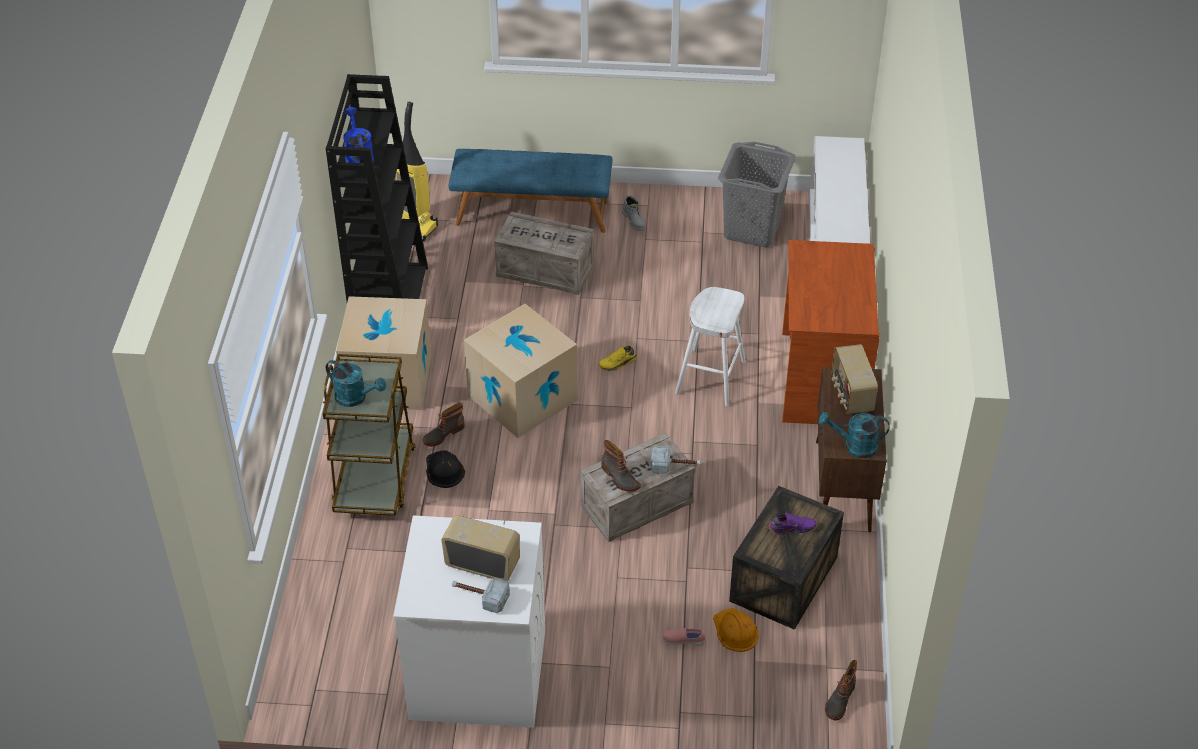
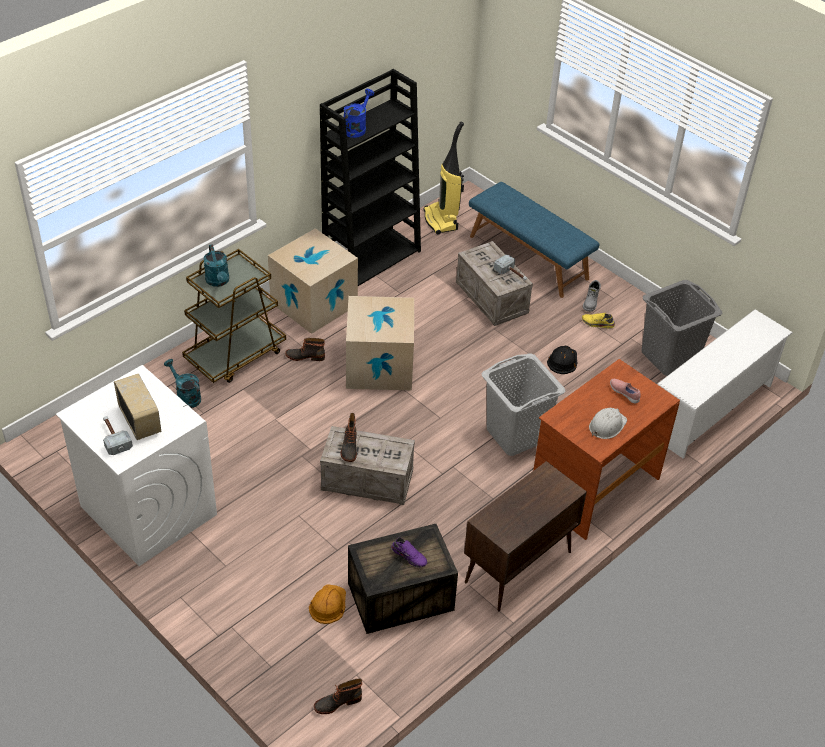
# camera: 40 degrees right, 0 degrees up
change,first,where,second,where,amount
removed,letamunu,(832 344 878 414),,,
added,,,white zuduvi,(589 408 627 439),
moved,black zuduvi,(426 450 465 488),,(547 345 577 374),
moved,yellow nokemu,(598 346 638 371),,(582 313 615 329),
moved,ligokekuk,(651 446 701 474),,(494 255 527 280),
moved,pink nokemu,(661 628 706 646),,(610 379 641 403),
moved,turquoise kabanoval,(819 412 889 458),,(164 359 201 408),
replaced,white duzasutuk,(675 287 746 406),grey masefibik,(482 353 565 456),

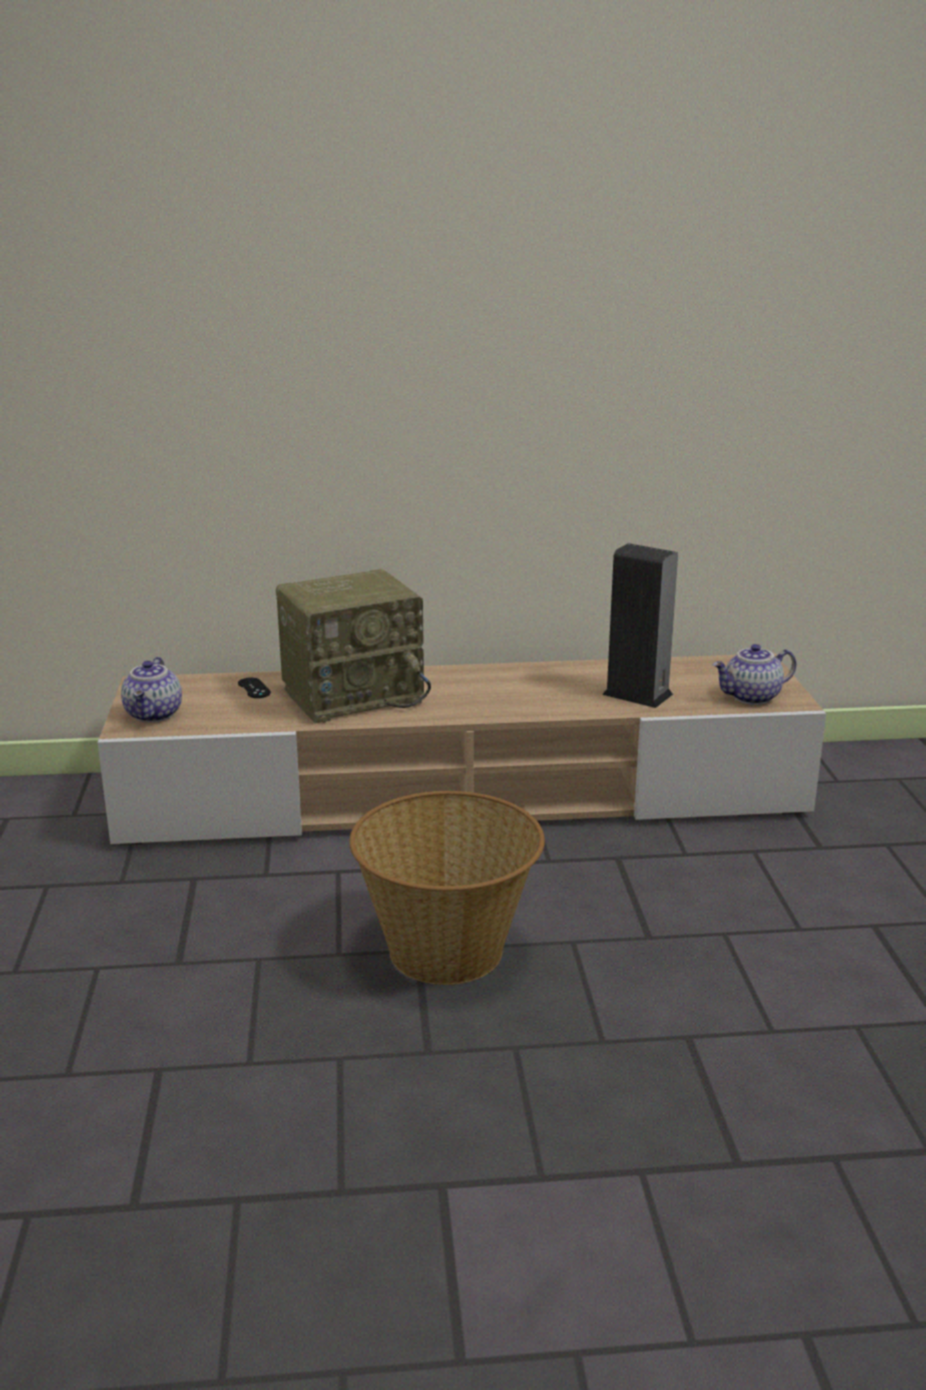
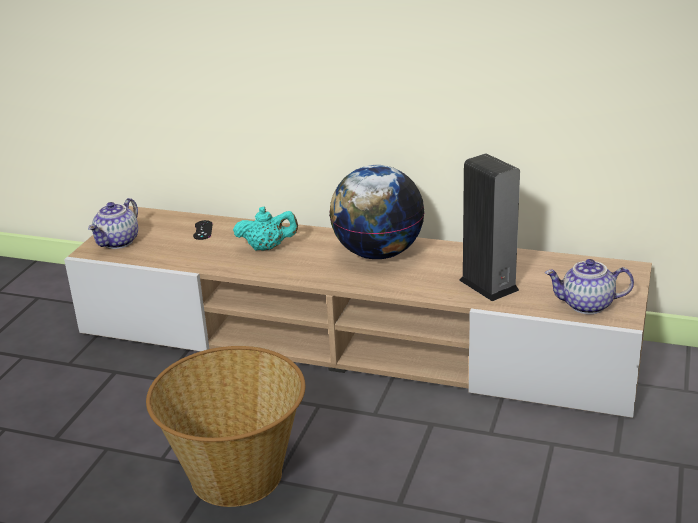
# camera: 25 degrees right, 5 degrees up
change,first,where,second,where,amount
added,,,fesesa,(329 165 424 259),
replaced,letamunu,(276 569 431 724),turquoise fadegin,(233 207 298 251),

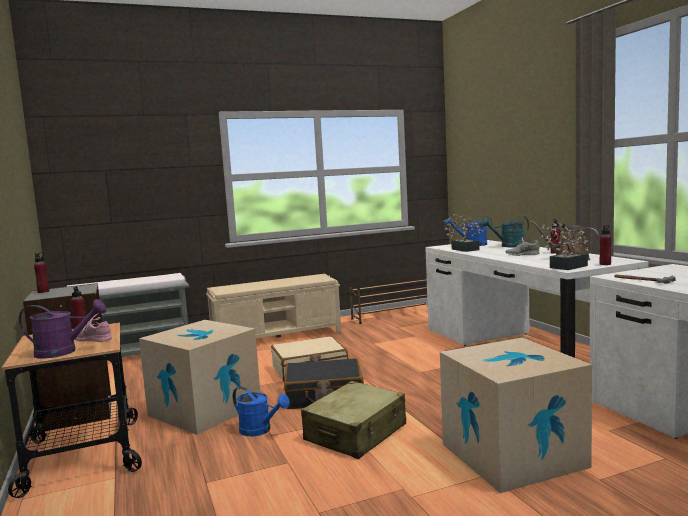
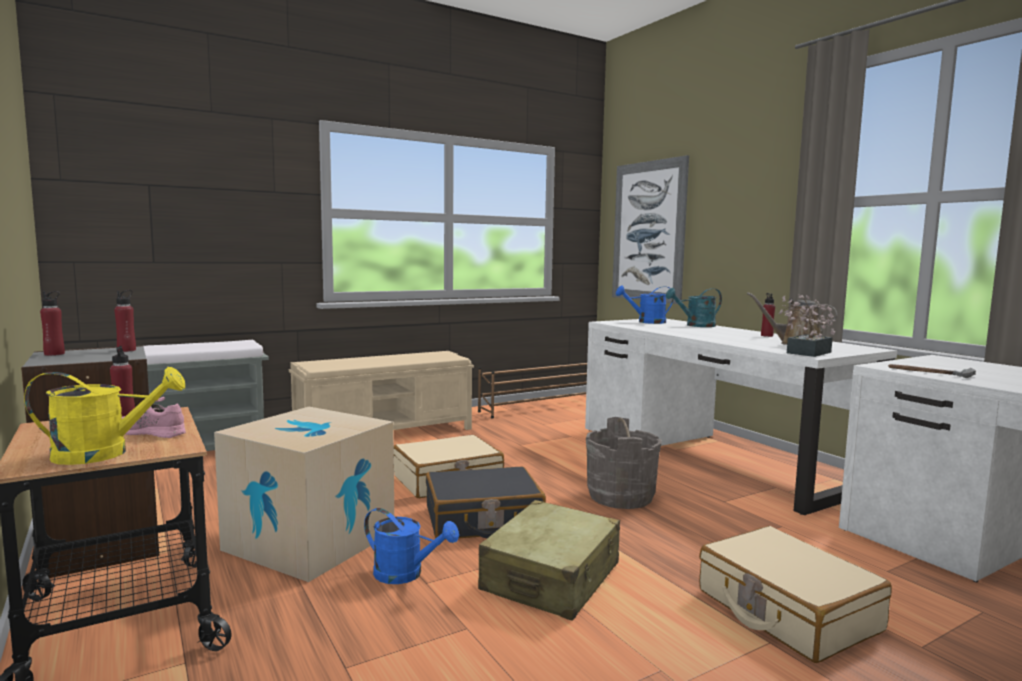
# camera: 10 degrees left, 0 degrees up
change,first,where,second,where,amount
removed,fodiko,(443 214 484 252),,,
removed,grey nokemu,(505 238 540 256),,,
added,,,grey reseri,(586 417 662 509),
added,,,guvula,(612 155 689 304),
moved,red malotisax,(599 225 611 265),,(114 290 136 352),
replaced,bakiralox,(440 338 592 493),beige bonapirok,(699 526 892 663),
recoloured,purple kabanoval,(18 299 106 359),yellow kabanoval,(24 367 185 465),

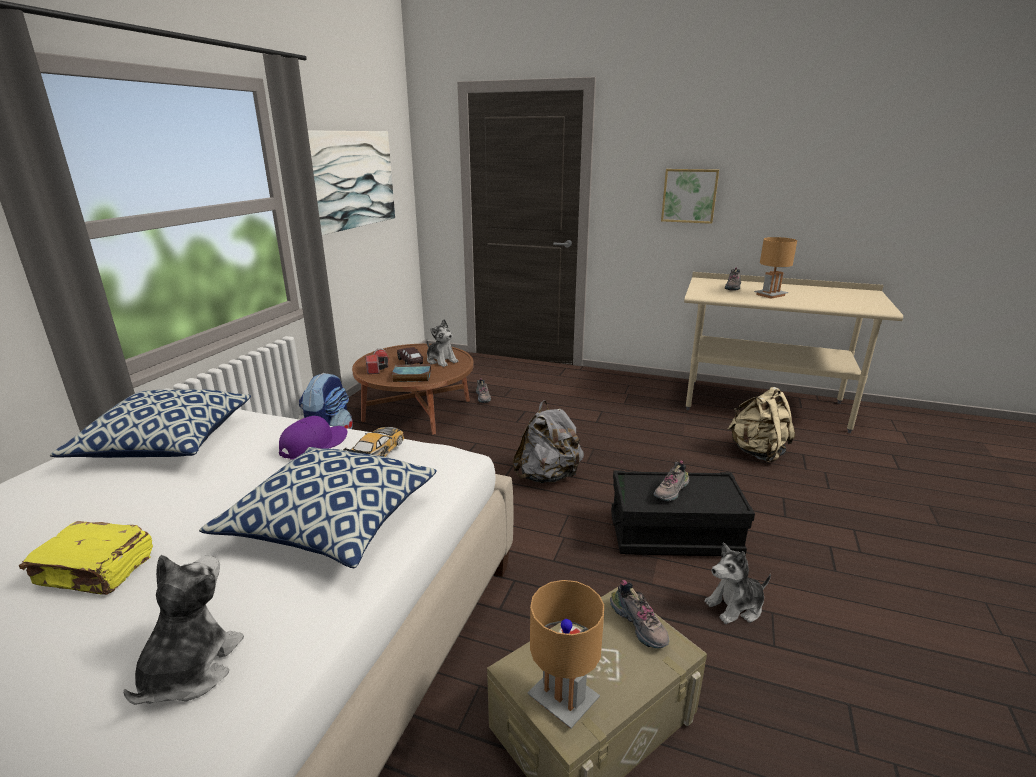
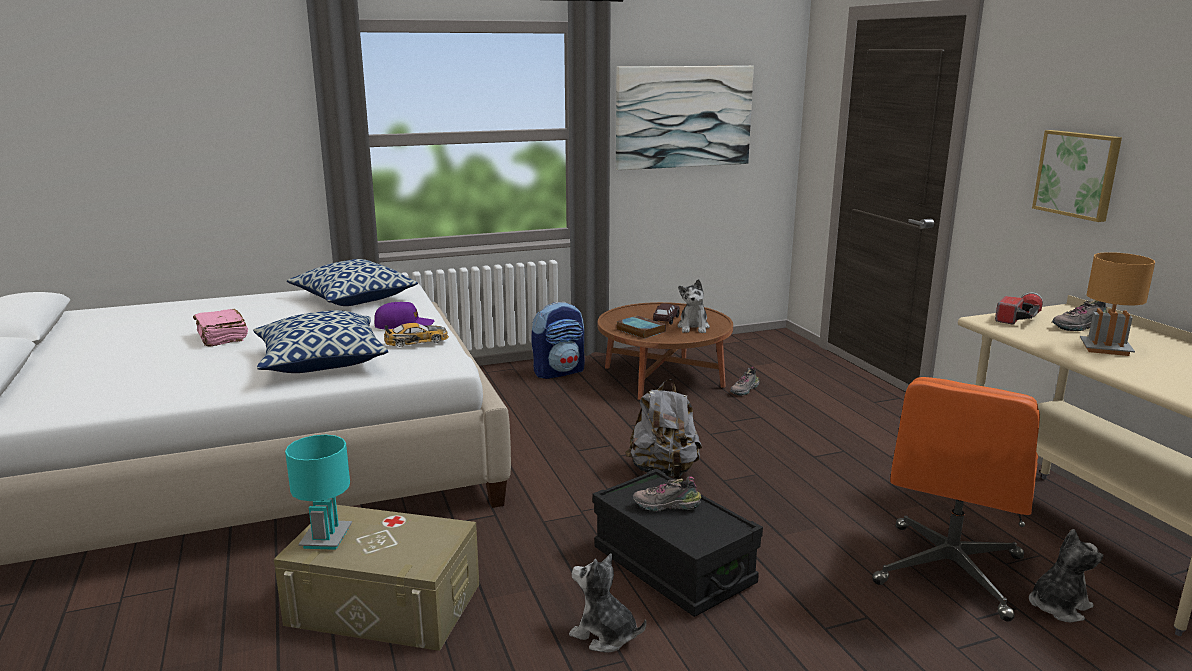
# camera: 50 degrees right, 5 degrees down
change,first,where,second,where,amount
removed,nokemu,(610 580 669 648),,,
moved,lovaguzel,(123 555 244 705),,(1029 529 1103 622),
moved,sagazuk,(365 348 389 374),,(995 292 1043 325),
replaced,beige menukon,(728 387 795 463),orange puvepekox,(872 377 1040 622),
recoloured,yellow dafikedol,(19 521 153 595),pink dafikedol,(193 309 248 346),
recoloured,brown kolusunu,(527 580 604 728),turquoise kolusunu,(285 435 352 550),

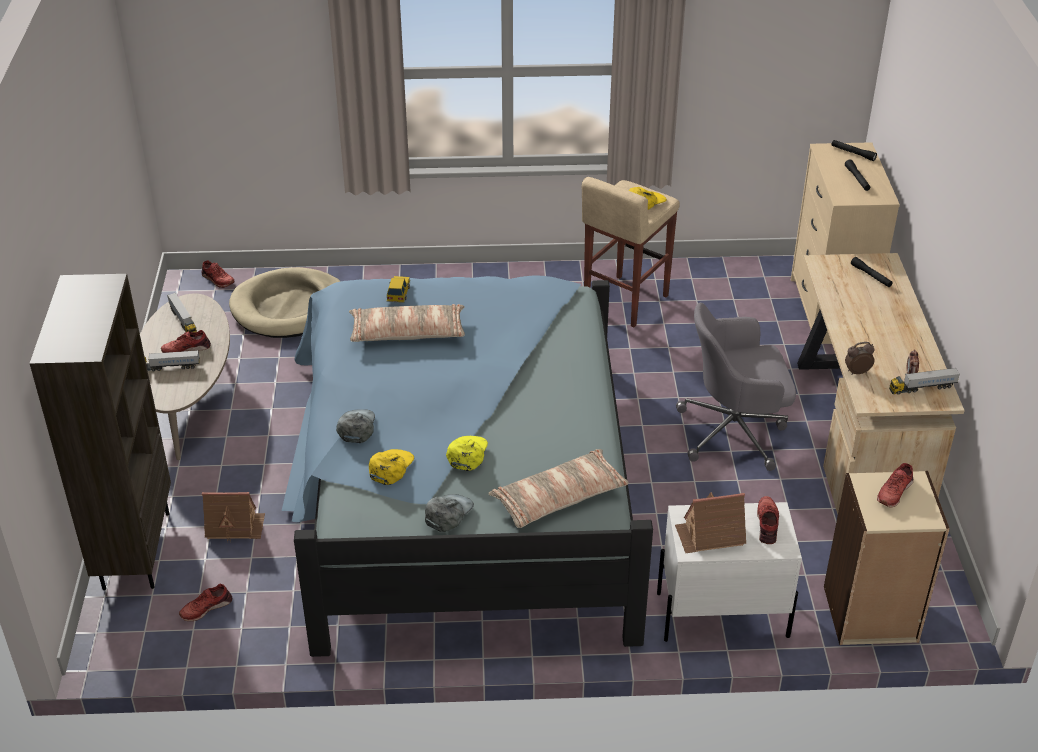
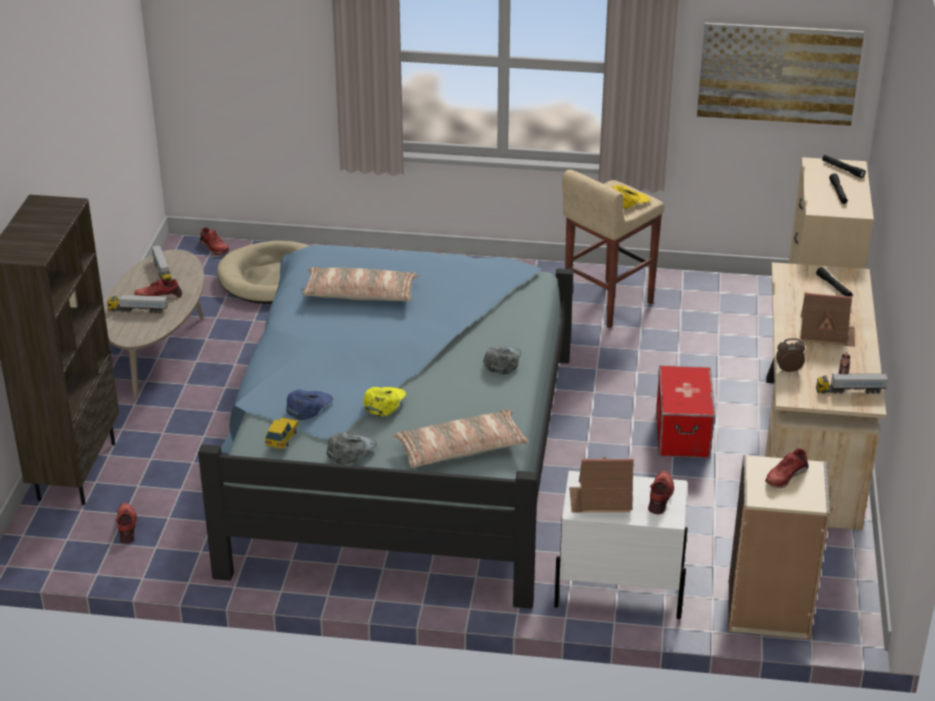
# camera: 10 degrees right, 5 degrees down
change,first,where,second,where,amount
added,,,guvula,(697 22 864 126),
moved,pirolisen,(202 492 265 542),,(800 292 855 347),
moved,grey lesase,(336 409 375 443),,(483 347 521 374),
moved,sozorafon,(387 276 410 303),,(265 418 299 449),
replaced,grey puvepekox,(676 303 796 471),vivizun,(656 365 715 458),
recoloured,yellow lesase,(369 449 414 485),blue lesase,(286 390 333 420),
turned,red nokemu,(179 584 232 621),,(116 503 137 543),105 degrees clockwise

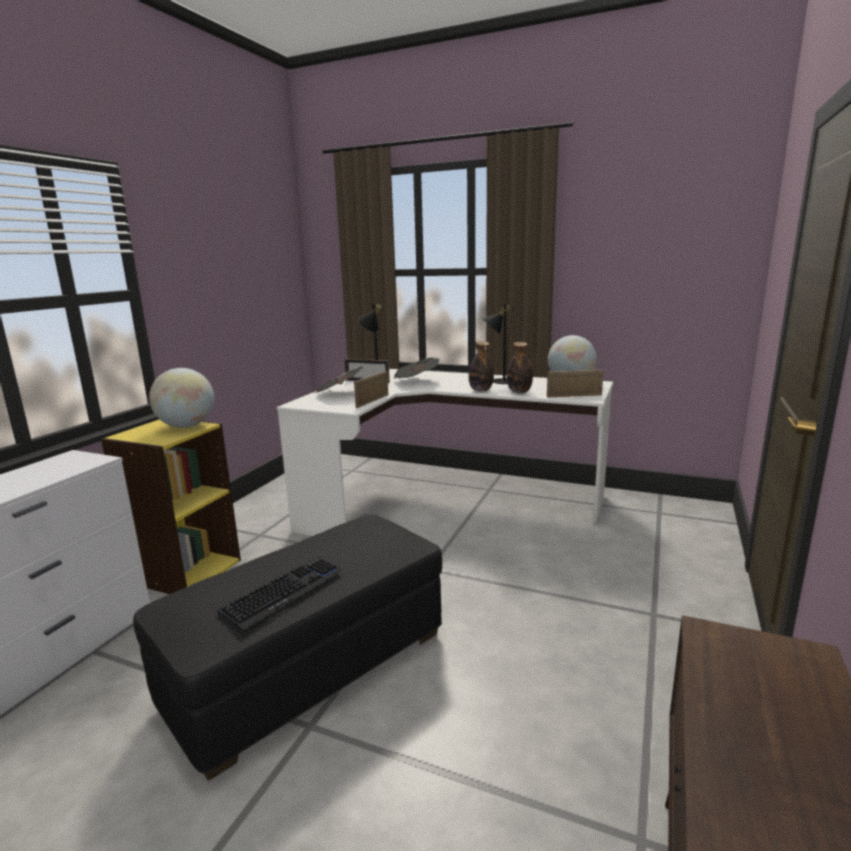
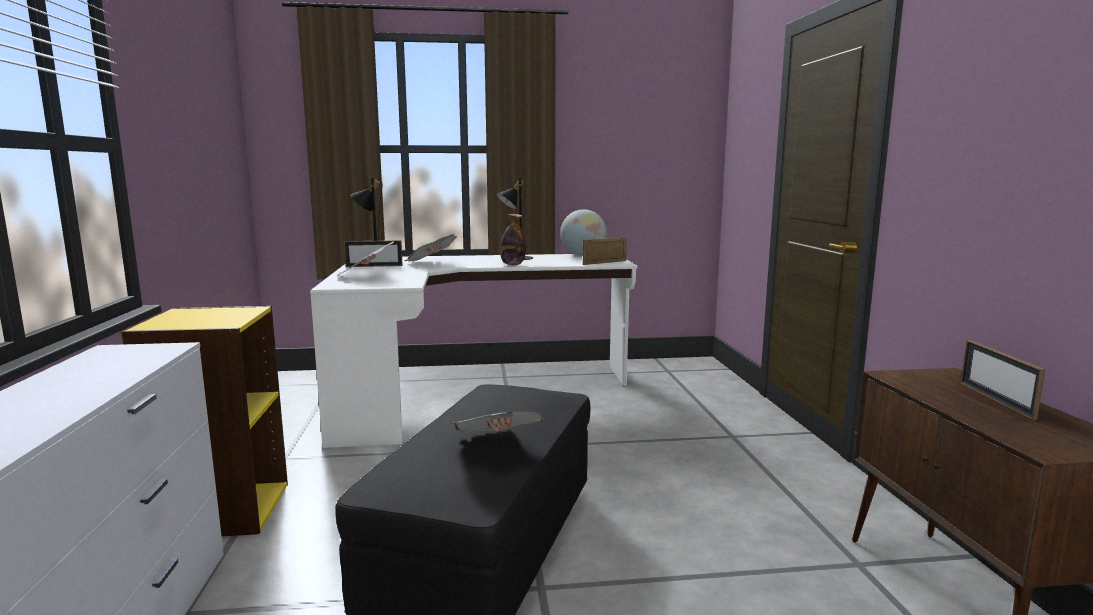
# camera: 30 degrees left, 5 degrees down
change,first,where,second,where,amount
removed,fesesa,(149 368 214 428),,,
removed,malotisax,(507 342 533 393),,,
moved,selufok,(354 371 388 408),,(961 340 1046 420),
replaced,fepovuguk,(218 557 343 630),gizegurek,(450 411 544 432),

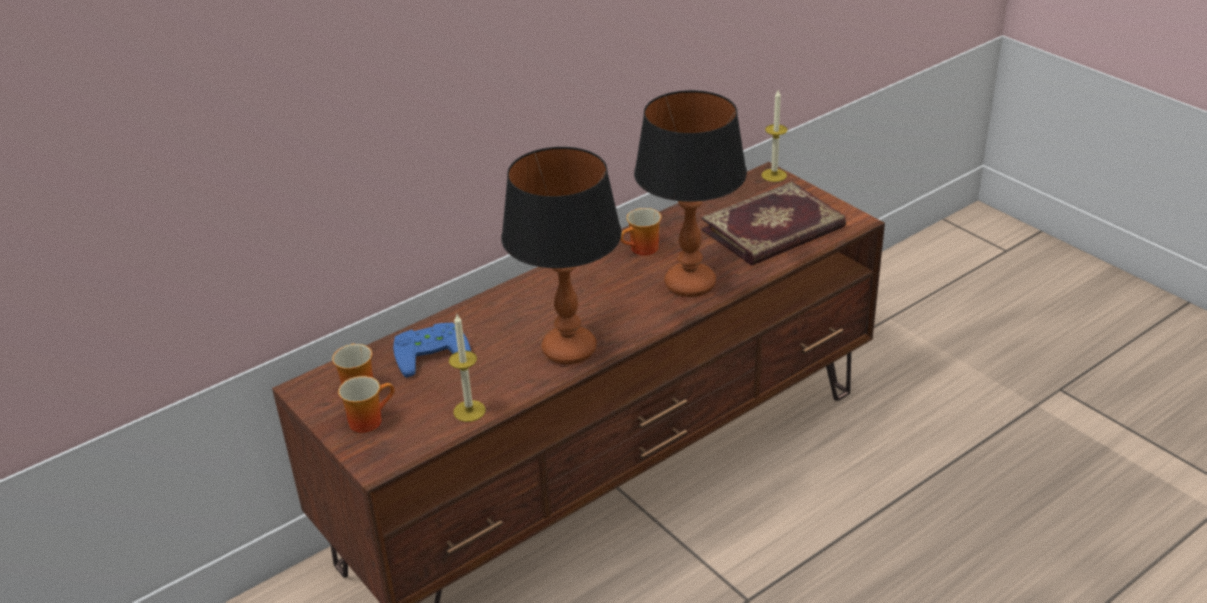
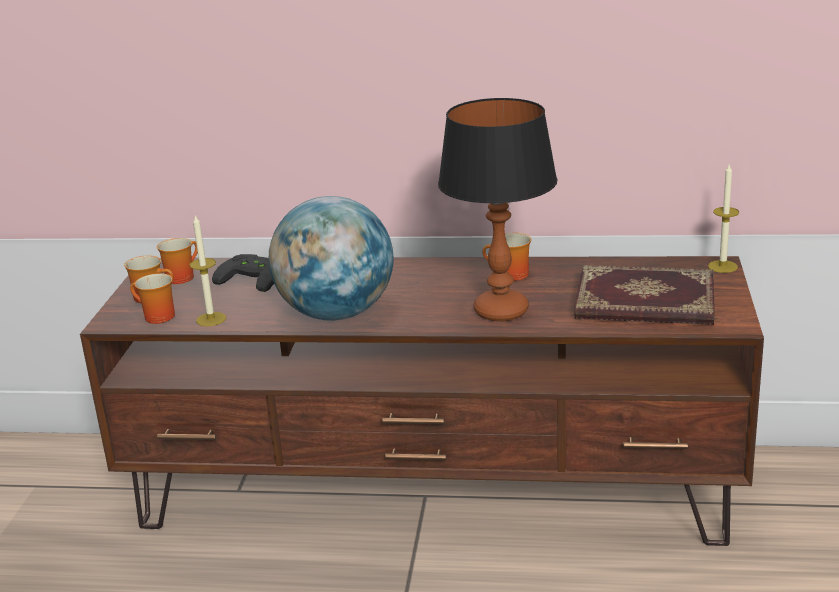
# camera: 45 degrees right, 10 degrees down
change,first,where,second,where,amount
added,,,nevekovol,(130 273 175 324),
replaced,kolusunu,(501 147 622 364),fesesa,(269 196 394 321),
recoloured,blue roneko,(393 323 471 378),black roneko,(212 254 274 292),

